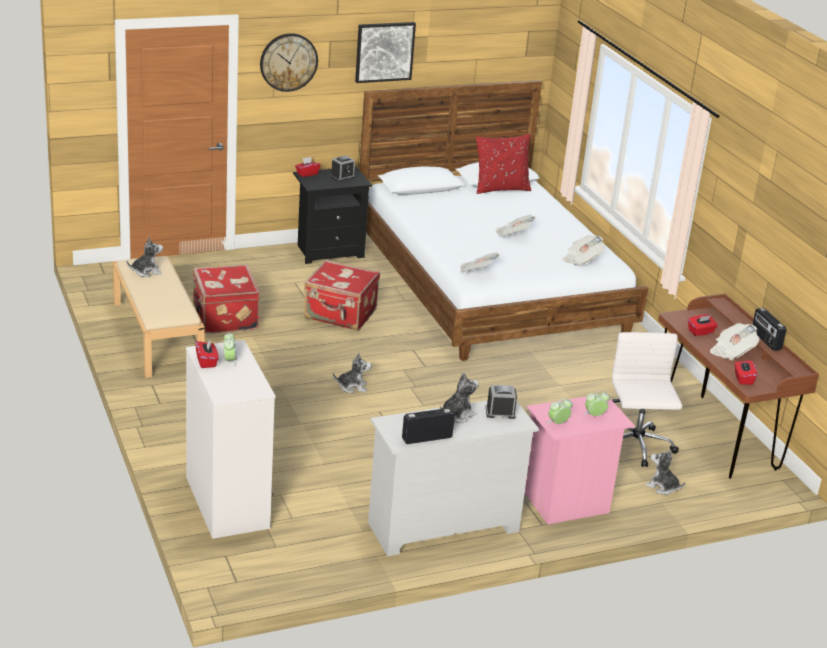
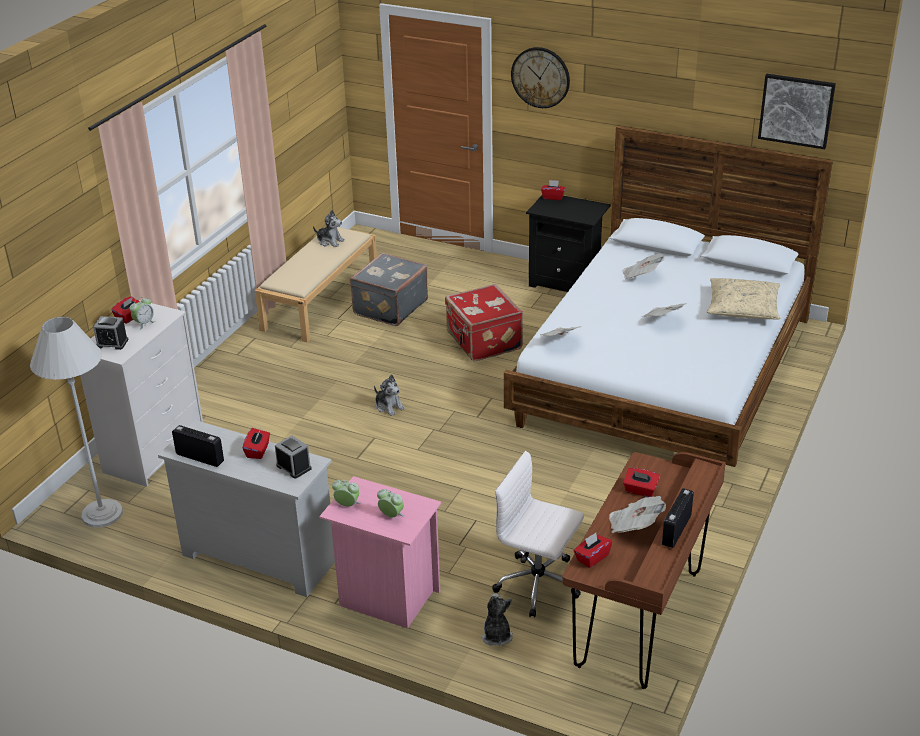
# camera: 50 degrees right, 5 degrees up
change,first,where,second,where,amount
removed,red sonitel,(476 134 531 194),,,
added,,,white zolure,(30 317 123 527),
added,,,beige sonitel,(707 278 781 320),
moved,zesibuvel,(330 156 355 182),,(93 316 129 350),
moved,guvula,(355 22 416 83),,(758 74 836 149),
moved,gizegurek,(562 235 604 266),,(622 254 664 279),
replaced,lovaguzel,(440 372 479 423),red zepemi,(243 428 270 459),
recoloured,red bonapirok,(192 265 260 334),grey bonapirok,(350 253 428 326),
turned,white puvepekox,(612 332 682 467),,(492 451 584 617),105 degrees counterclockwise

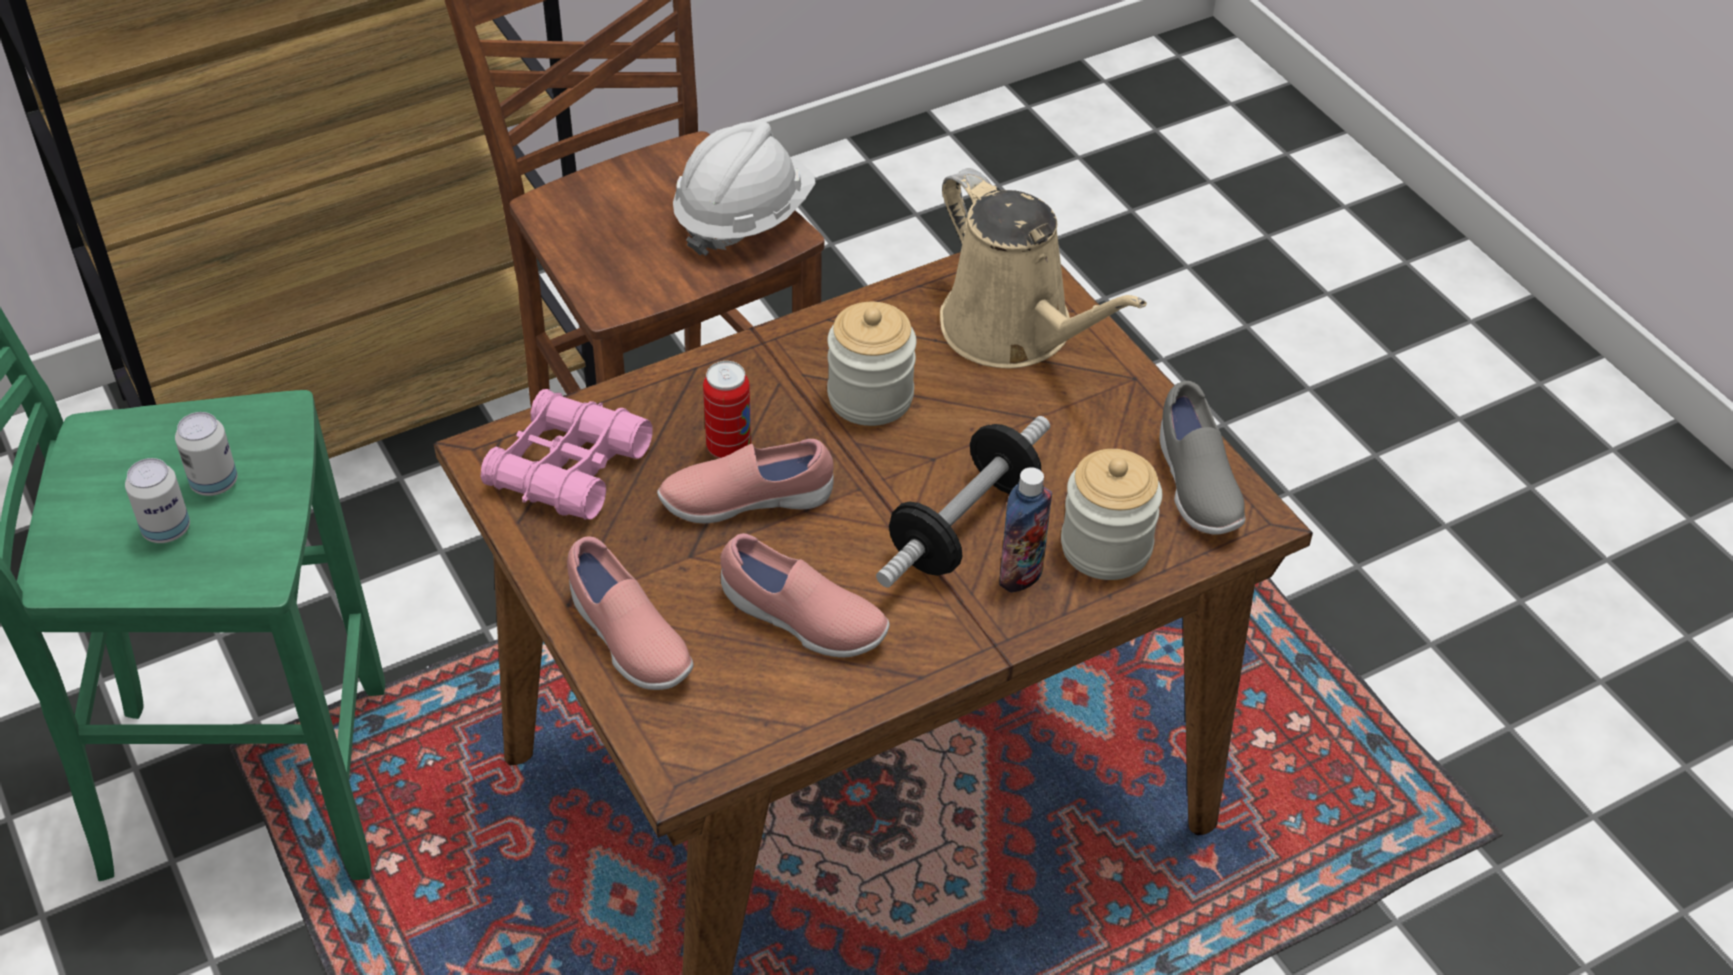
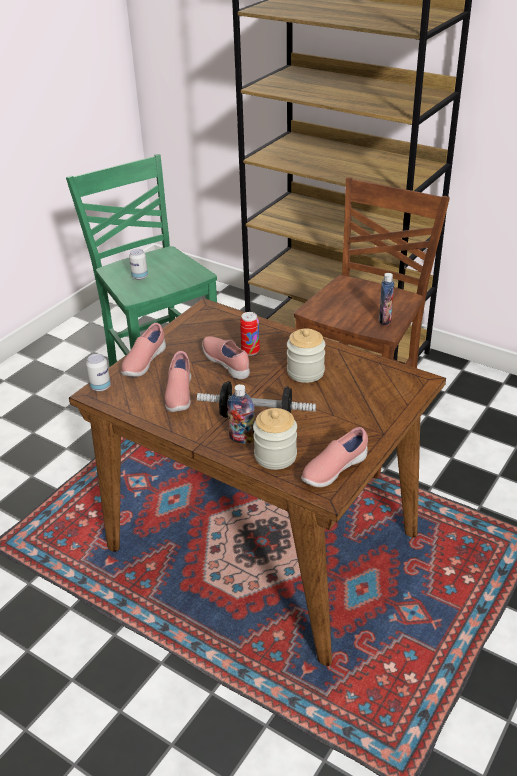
# camera: 65 degrees right, 10 degrees down
change,first,where,second,where,amount
removed,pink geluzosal,(481 389 652 520),,,
removed,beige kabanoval,(940 168 1147 369),,,
moved,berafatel,(175 412 237 496),,(86 354 111 392),
replaced,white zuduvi,(673 121 816 256),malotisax,(379 273 394 325),
recoloured,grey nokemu,(1160 381 1245 535),pink nokemu,(301 427 368 487),

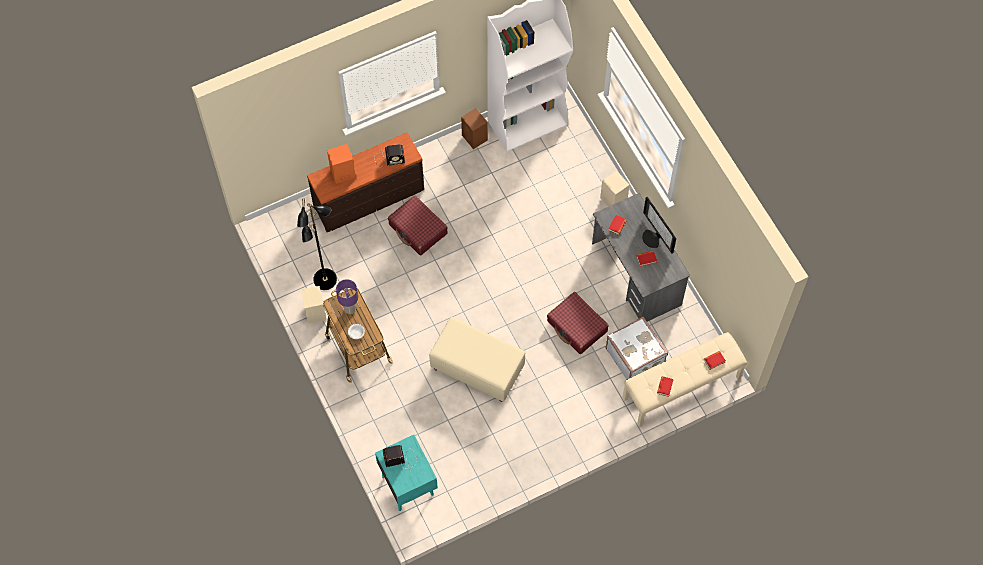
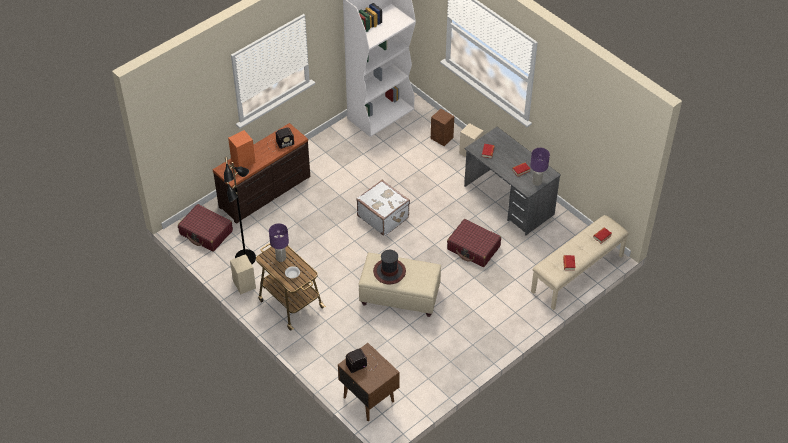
# camera: 15 degrees left, 15 degrees down
change,first,where,second,where,amount
removed,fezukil,(642 197 676 254),,,
added,,,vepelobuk,(373 250 406 285),
added,,,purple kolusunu,(530 148 550 186),
moved,red bonapirok,(388 195 447 255),,(178 204 233 252),
moved,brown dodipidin,(461 108 488 149),,(431 109 454 146),
moved,white bonapirok,(606 316 668 380),,(356 180 410 236),
recoloured,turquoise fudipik,(375 435 438 511),brown fudipik,(338 343 400 421),

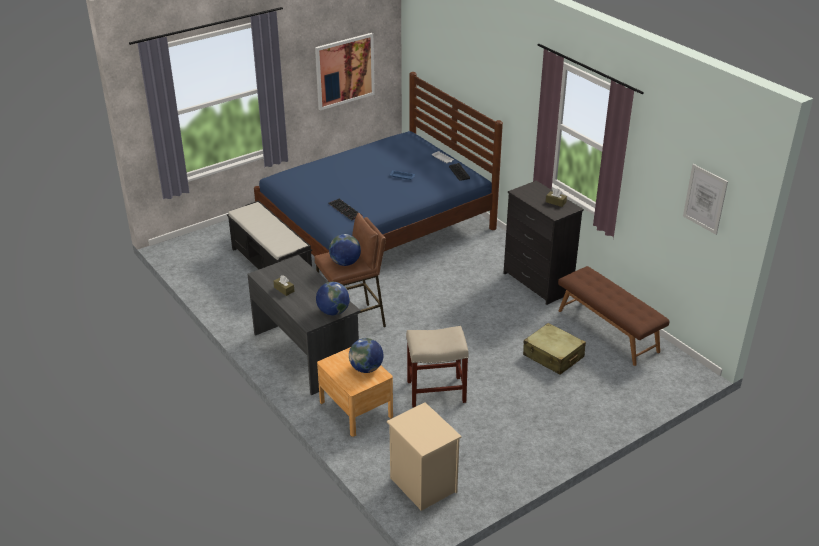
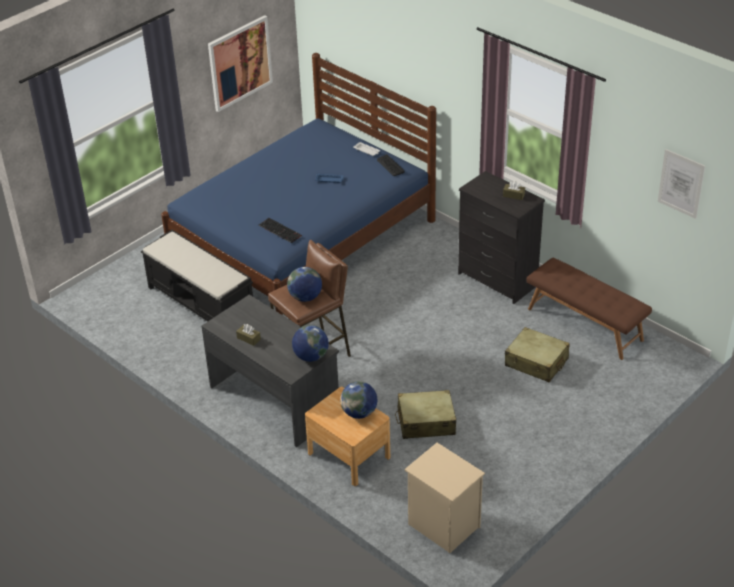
# camera: 10 degrees left, 5 degrees up
change,first,where,second,where,amount
replaced,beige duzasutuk,(406 326 469 407),beige bonapirok,(395 390 456 439),

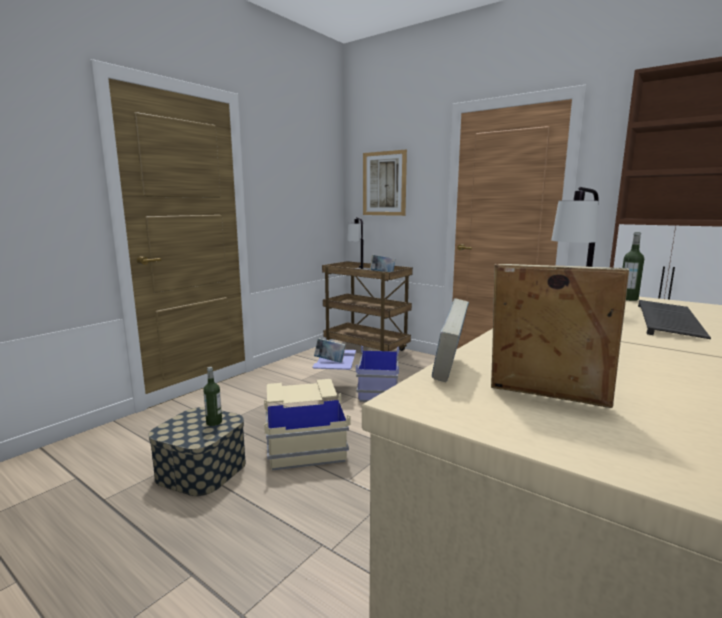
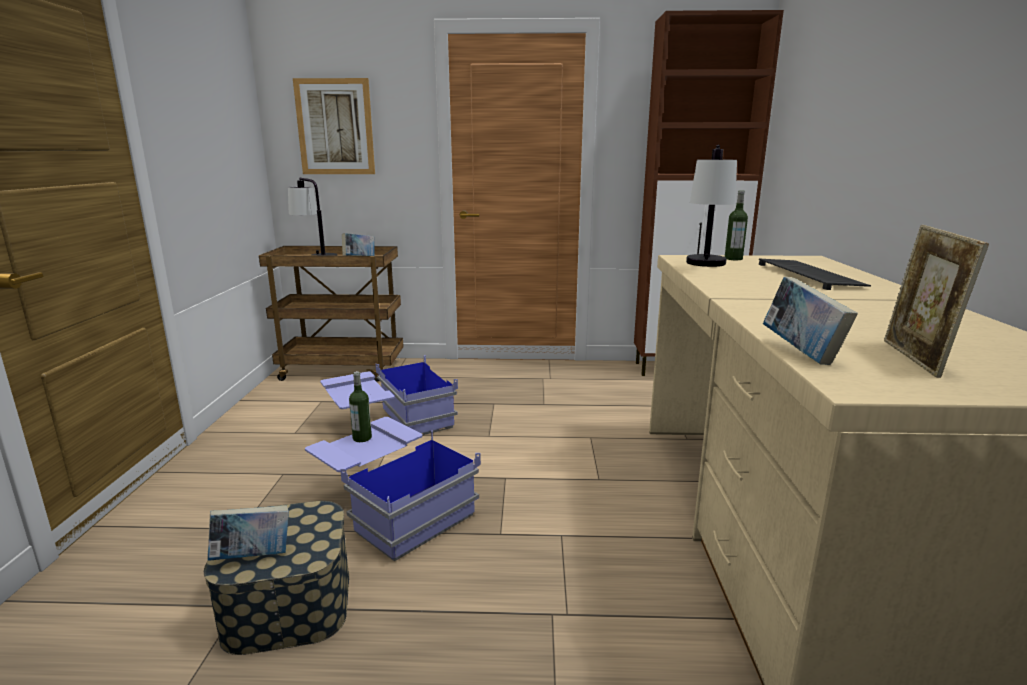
# camera: 35 degrees left, 5 degrees up
change,first,where,second,where,amount
moved,malotisax,(203 367 222 426),,(349 371 372 442),
moved,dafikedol,(314 338 346 363),,(207 505 289 561),
recoloured,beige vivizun,(264 379 351 471),blue vivizun,(305 417 481 561),
turned,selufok,(491 264 629 408),,(884 225 989 378),75 degrees counterclockwise

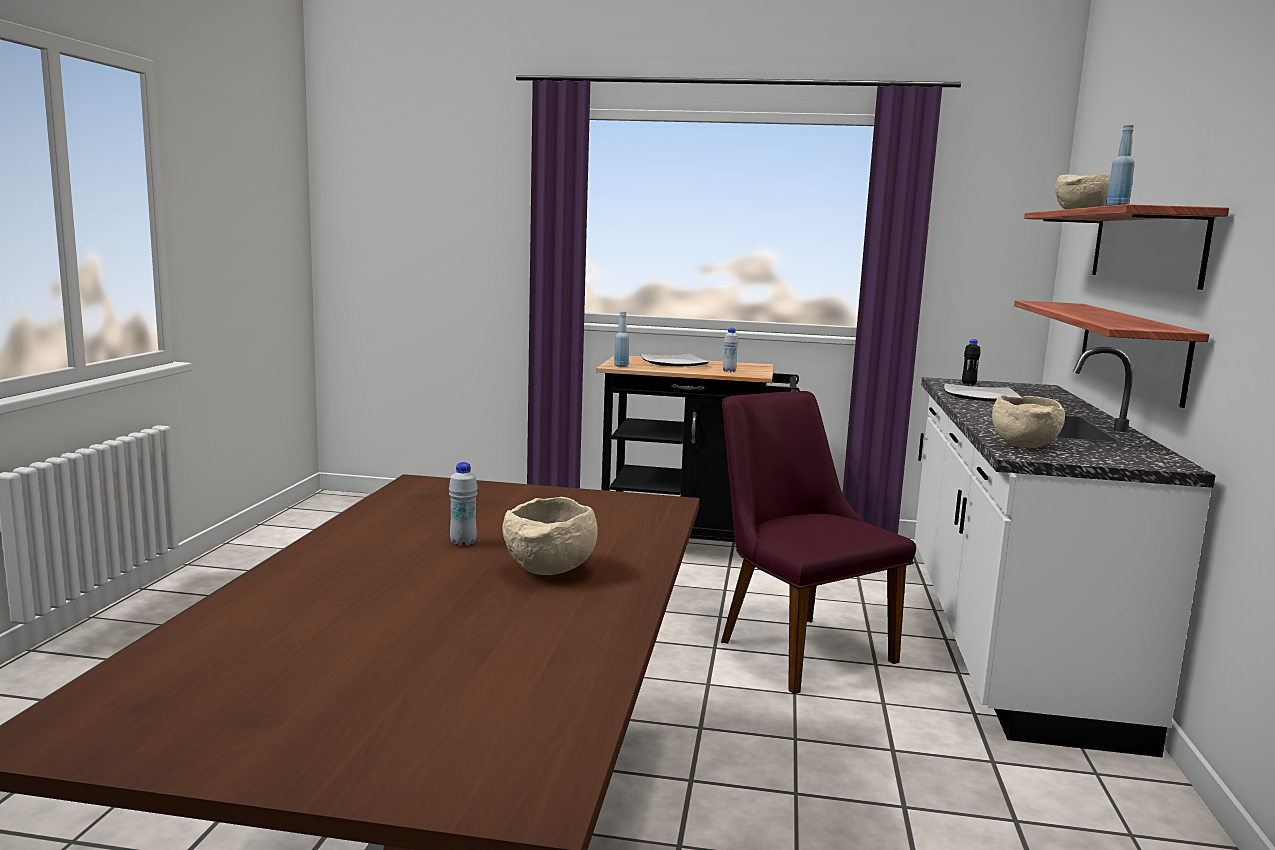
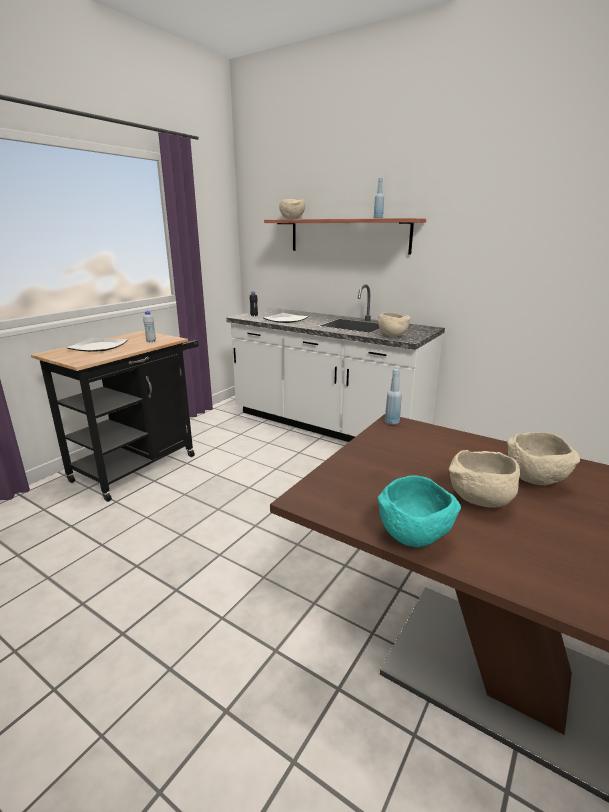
# camera: 65 degrees left, 10 degrees up
change,first,where,second,where,amount
removed,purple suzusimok,(721 391 916 694),,,
removed,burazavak,(1014 300 1209 408),,,
added,,,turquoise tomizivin,(378 476 461 547),
moved,blue malotisax,(614 311 629 367),,(385 369 402 425),
replaced,white malotisax,(449 462 478 546),beige tomizivin,(449 450 520 508),

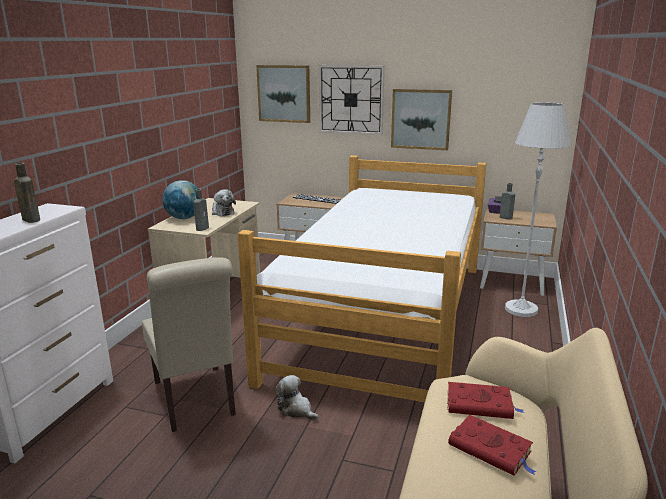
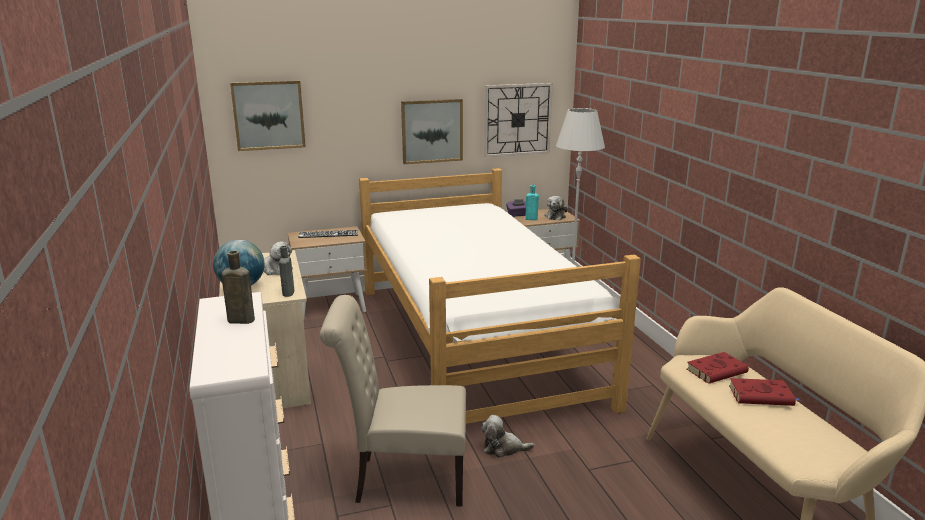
# camera: 35 degrees left, 0 degrees up
change,first,where,second,where,amount
added,,,lovaguzel,(545 196 568 220),
moved,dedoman,(318 65 384 135),,(484 83 553 157),
recoloured,grey malotisax,(500 183 515 220),turquoise malotisax,(525 185 539 220),
turned,beige suzusimok,(142 258 236 432),,(320 295 466 506),150 degrees clockwise

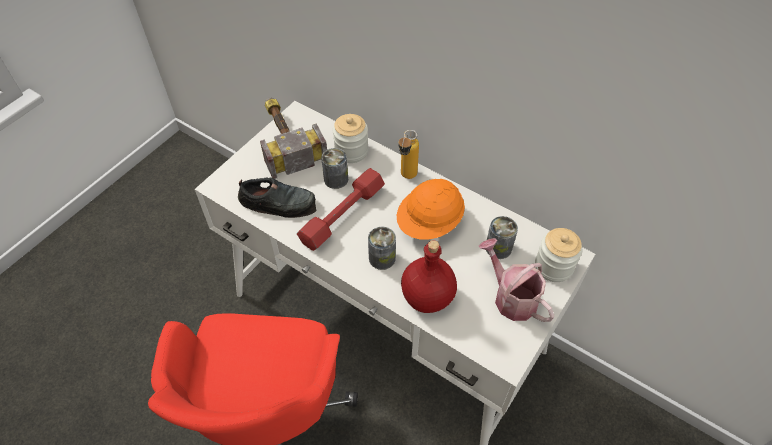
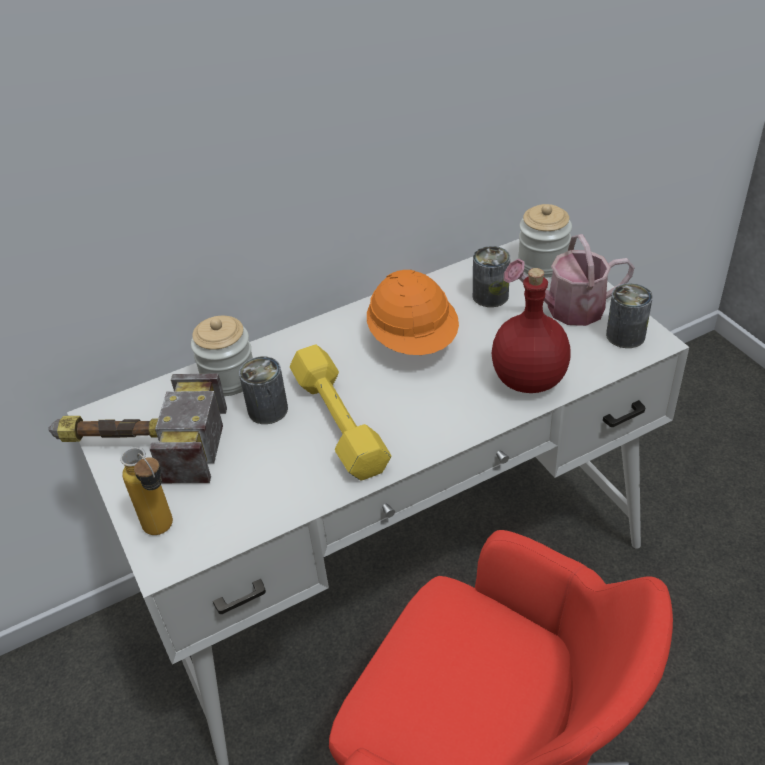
# camera: 60 degrees left, 10 degrees down
change,first,where,second,where,amount
removed,black nokemu,(238 177 316 218),,,
moved,berafatel,(368 227 396 270),,(606 283 653 348),
moved,malotisax,(398 130 419 179),,(120 447 173 535),
recoloured,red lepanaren,(297 168 385 251),yellow lepanaren,(290 345 391 481),

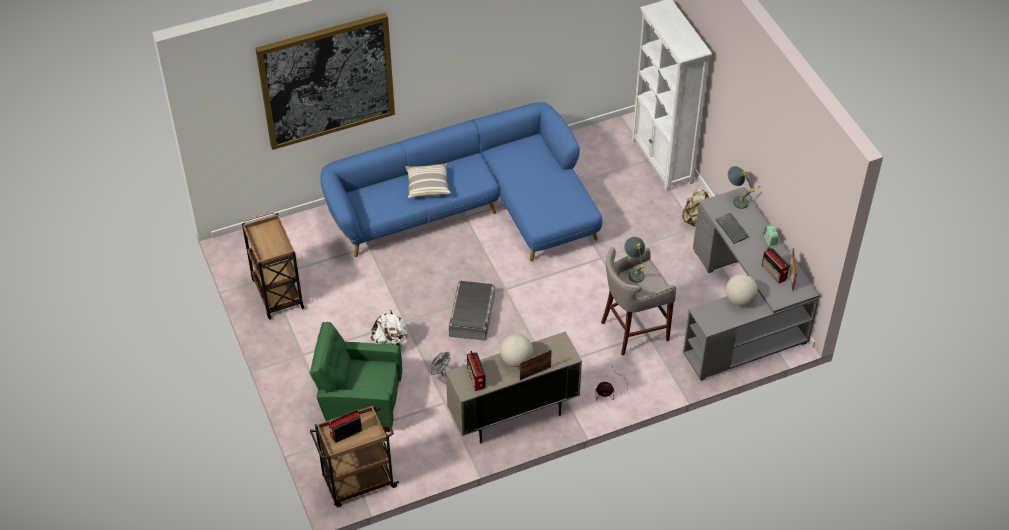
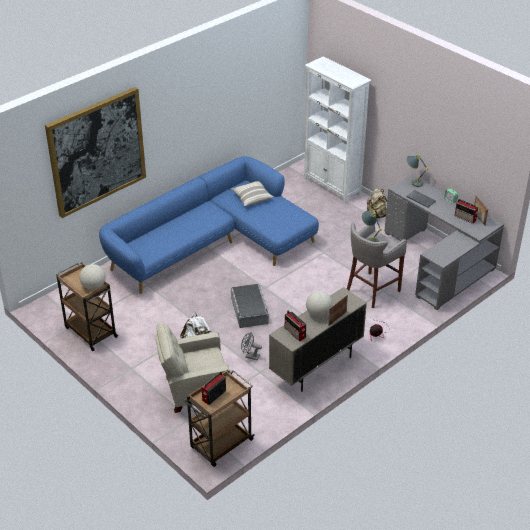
# camera: 20 degrees left, 10 degrees down
change,first,where,second,where,amount
moved,sonitel,(406 163 451 198),,(231 181 273 206),
moved,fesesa,(726 274 758 306),,(79 264 106 290),
recoloured,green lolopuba,(310 322 402 432),beige lolopuba,(155 323 230 413),

